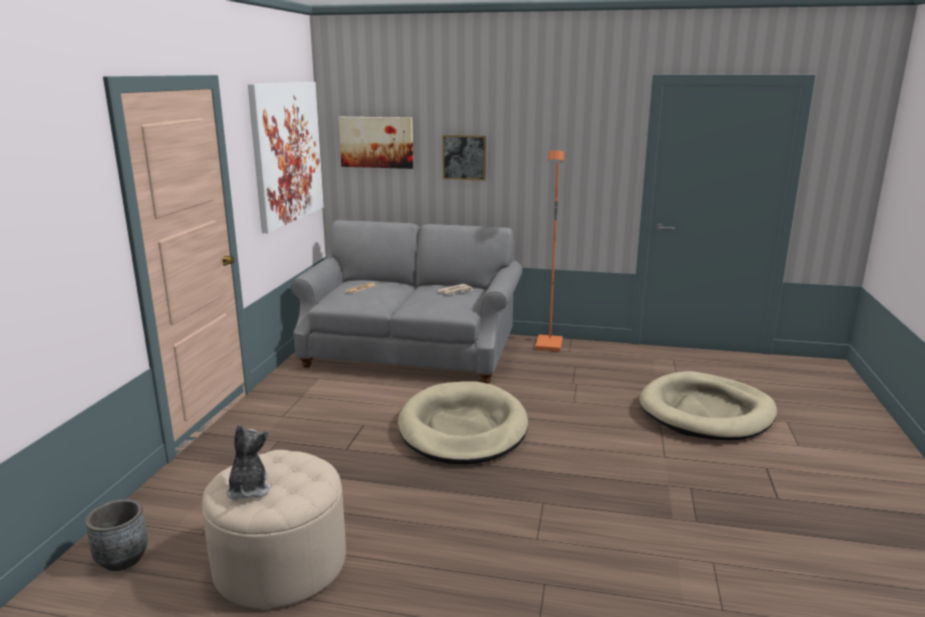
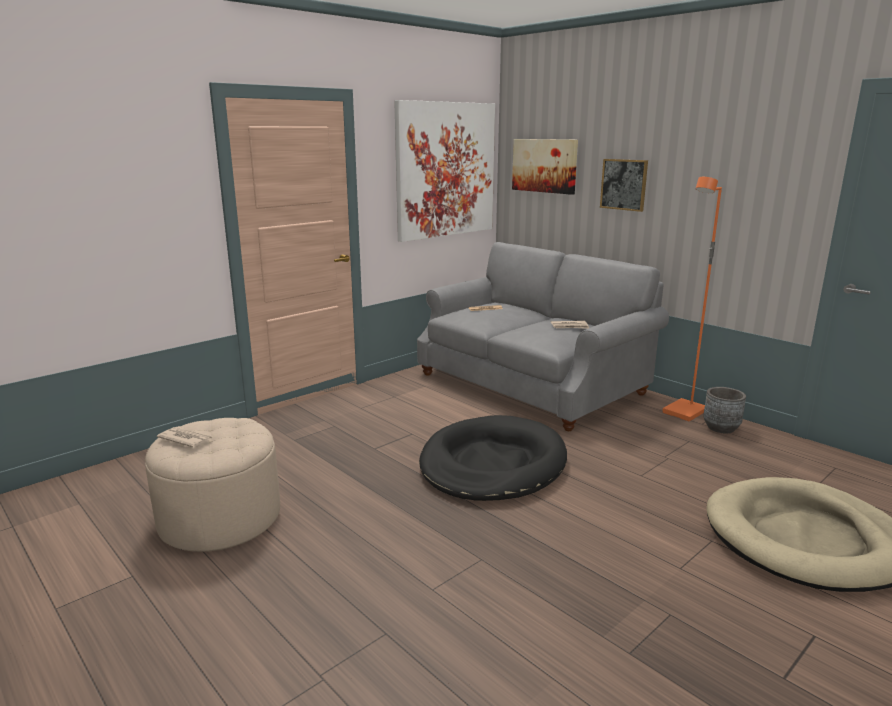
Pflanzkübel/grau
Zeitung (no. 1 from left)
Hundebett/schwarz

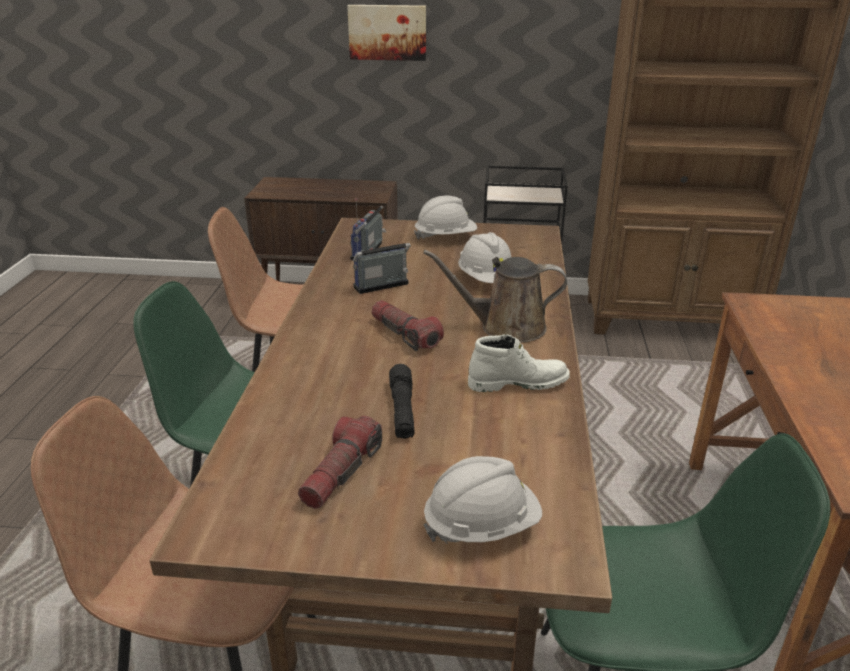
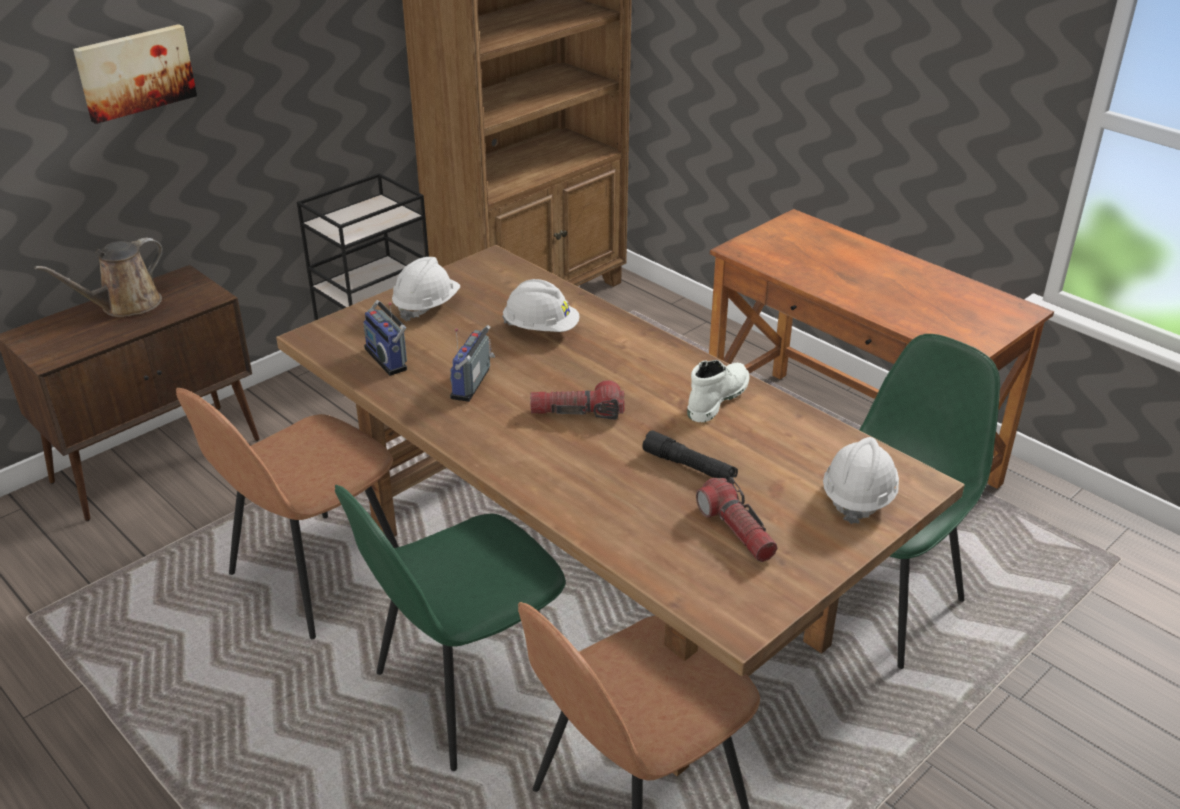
Gießkanne/braun

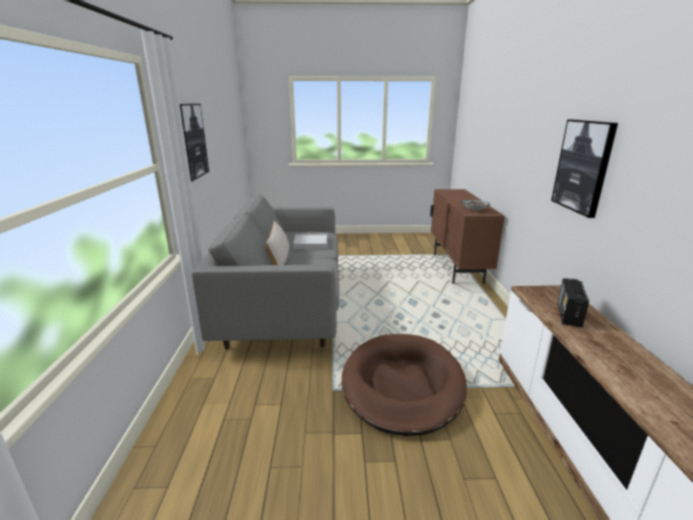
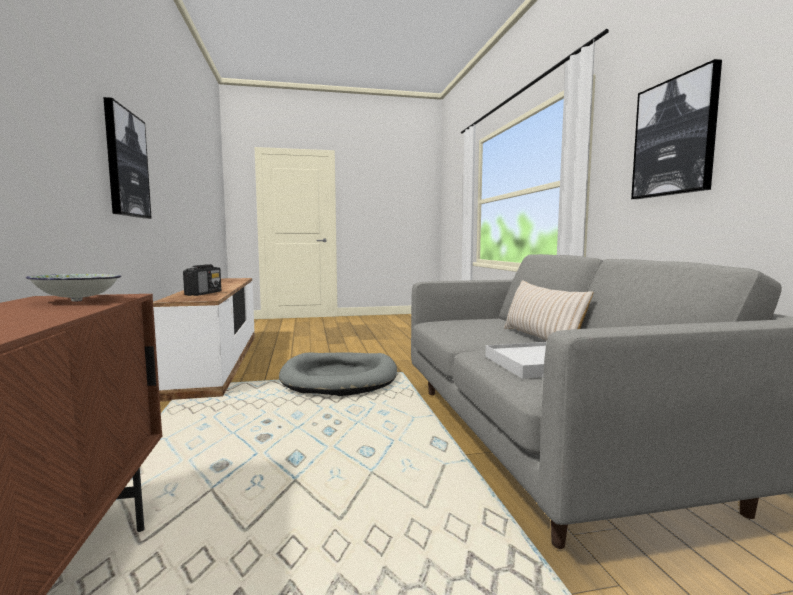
Hundebett/grau

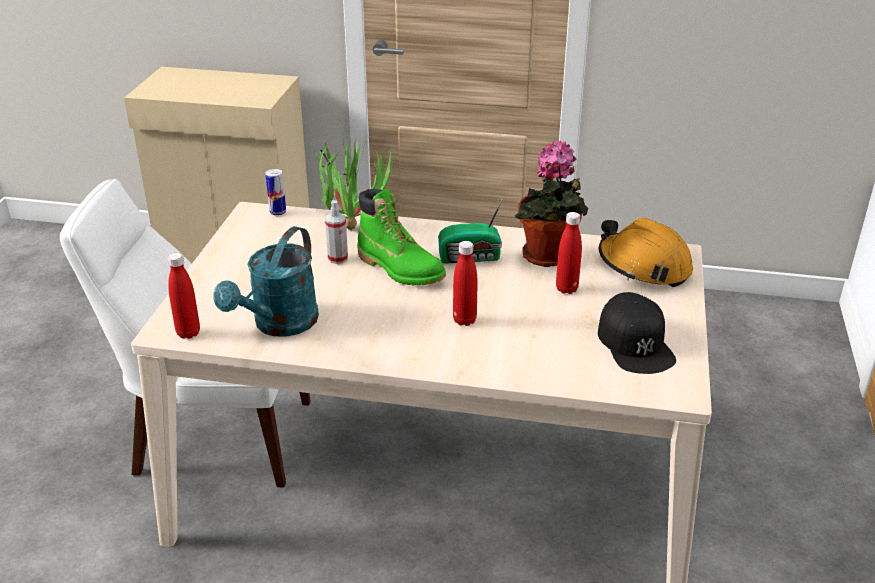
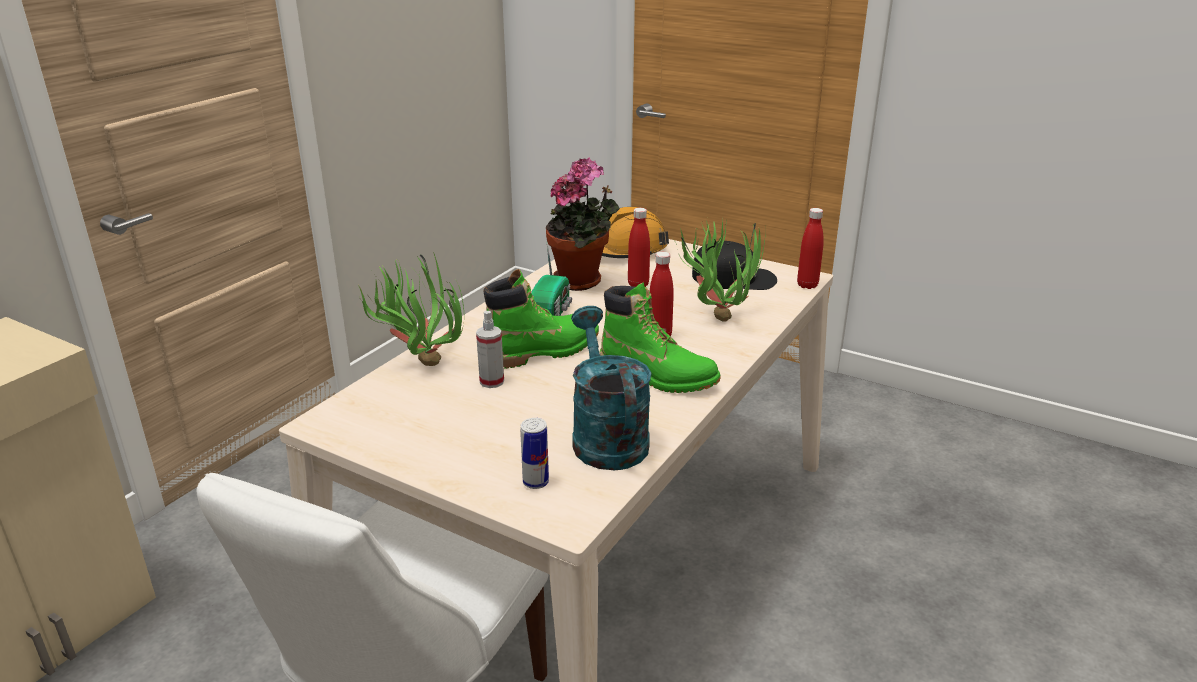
Flasche/rot (no. 3 from left)
Gießkanne/türkis
Dose
Stiefel/grün (no. 2 from left)
Topfpflanze (no. 3 from left)

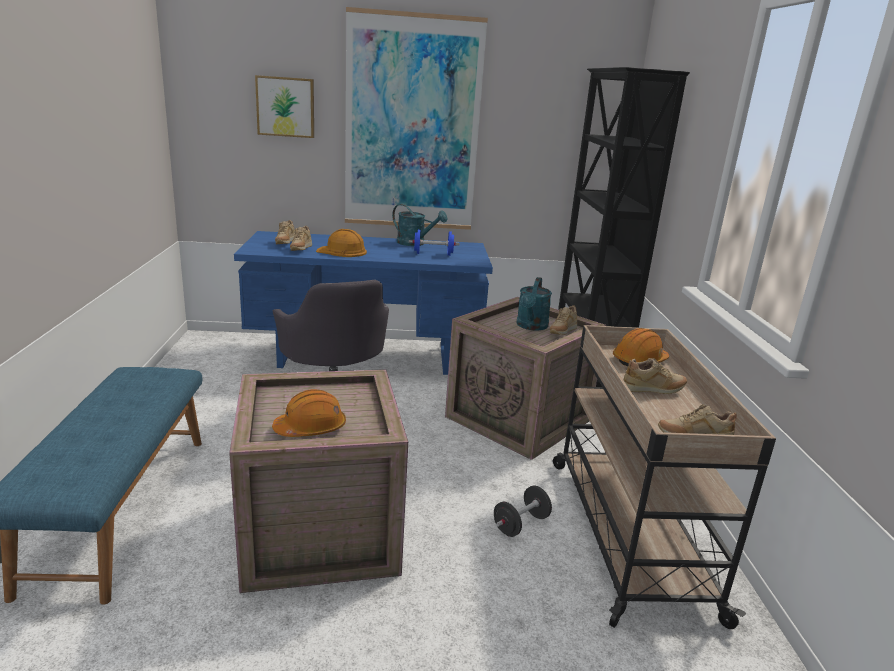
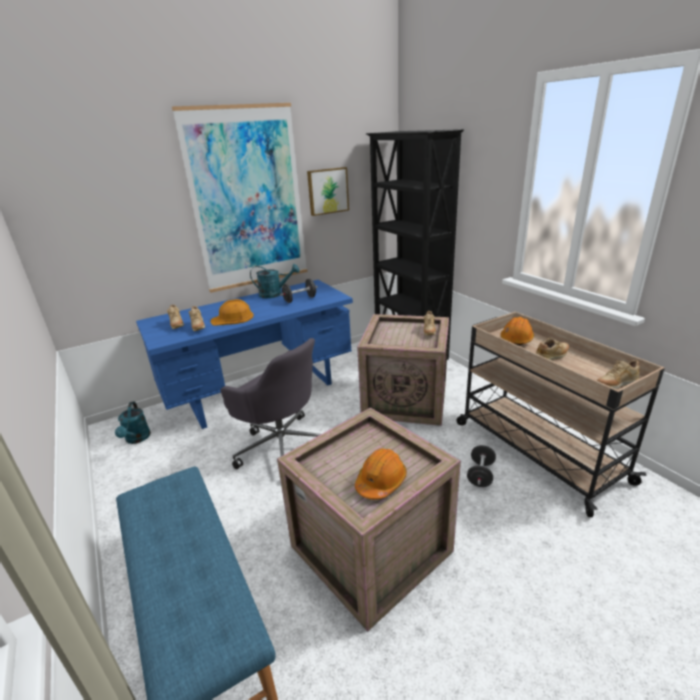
Bild (no. 2 from left)
Hantel/schwarz (no. 1 from left)
Gießkanne/türkis (no. 1 from left)

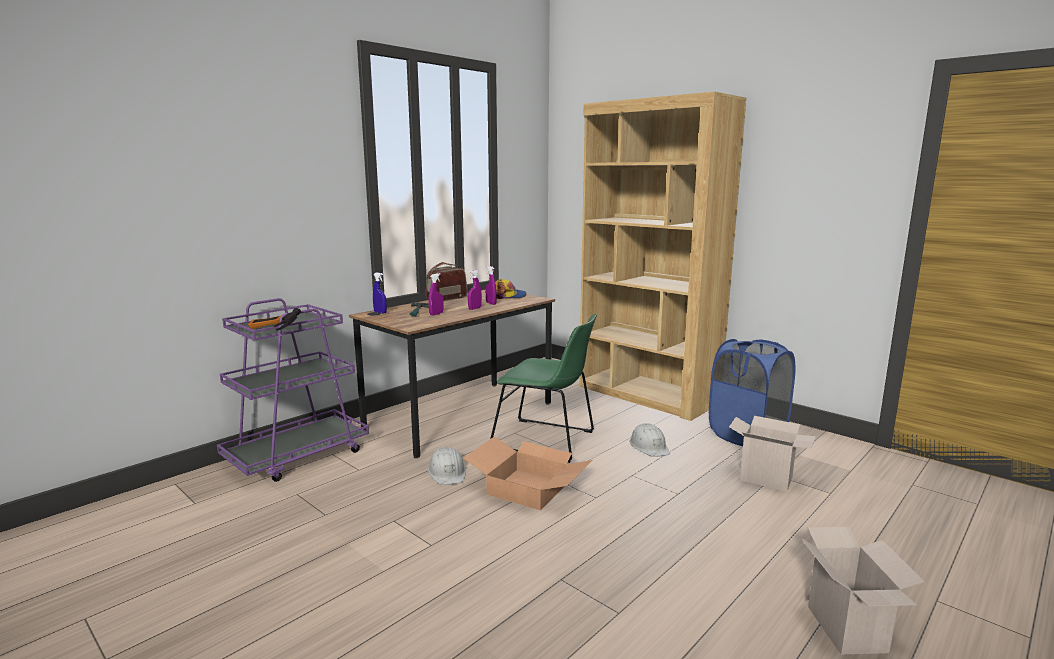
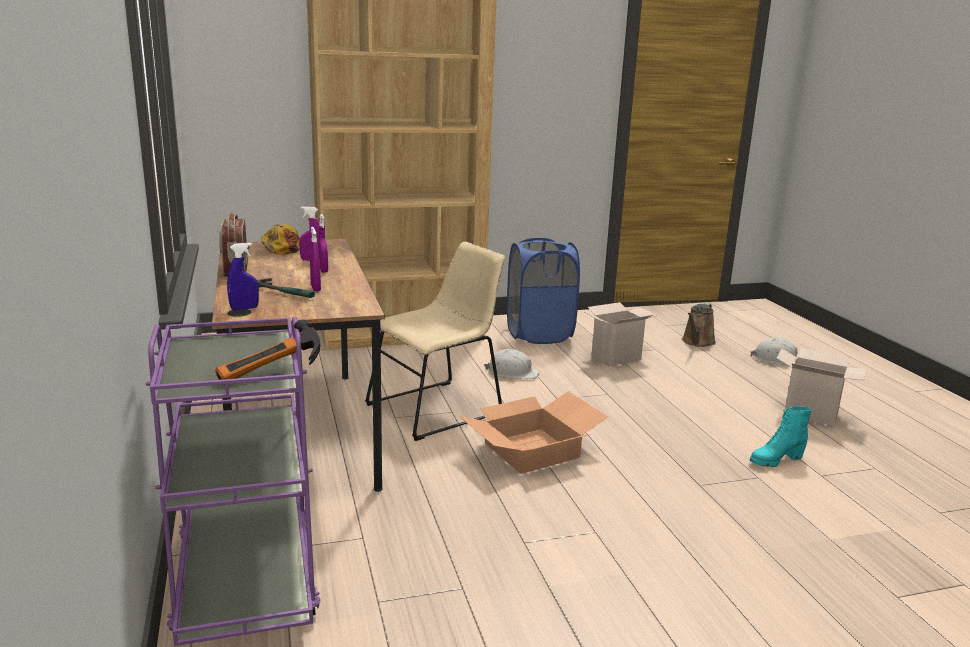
Schutzhelm/weiß (no. 2 from left)
Stuhl/beige
Gießkanne/braun
Stiefel/türkis

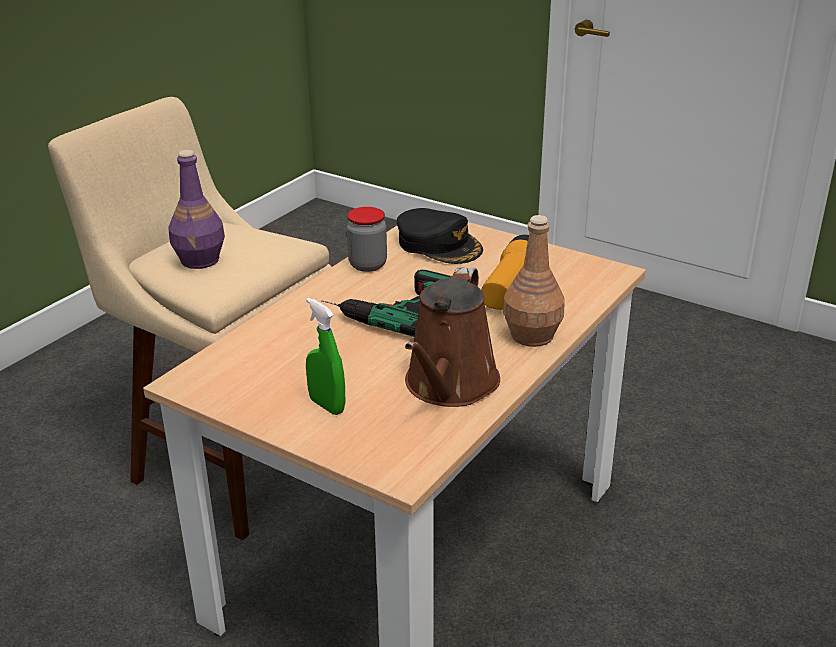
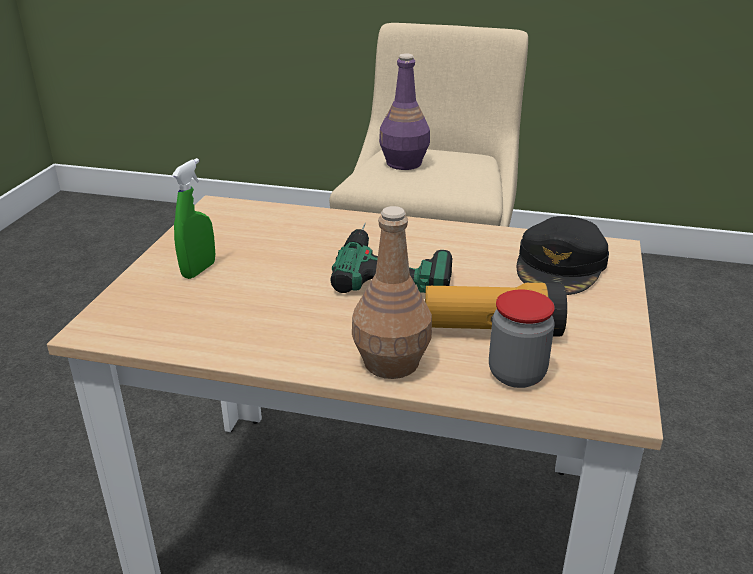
Vorratsglas
Gießkanne/braun

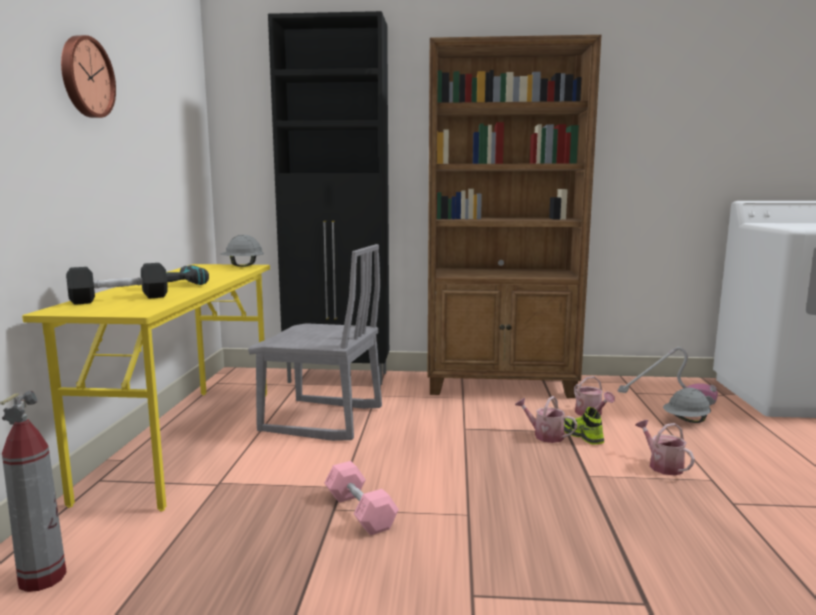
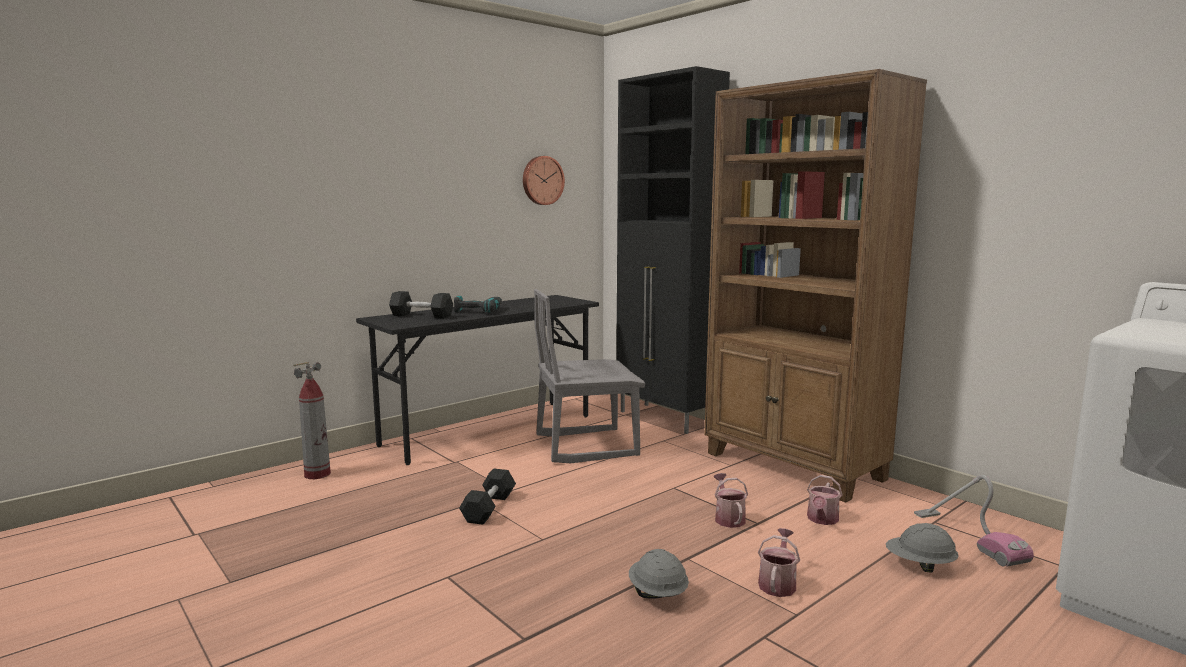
Schreibtisch/schwarz
Wanduhr
Schutzhelm/grau (no. 1 from left)
Stuhl/grau
Hantel/schwarz (no. 2 from left)
Schuh

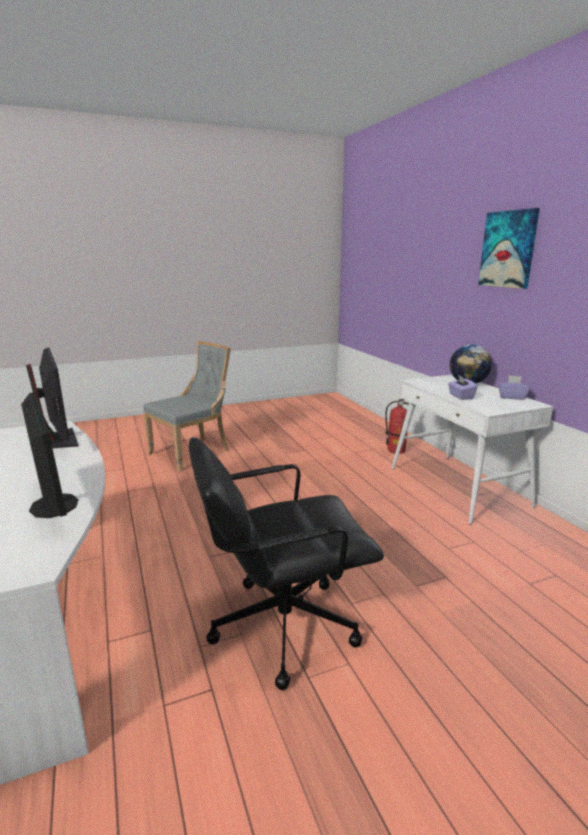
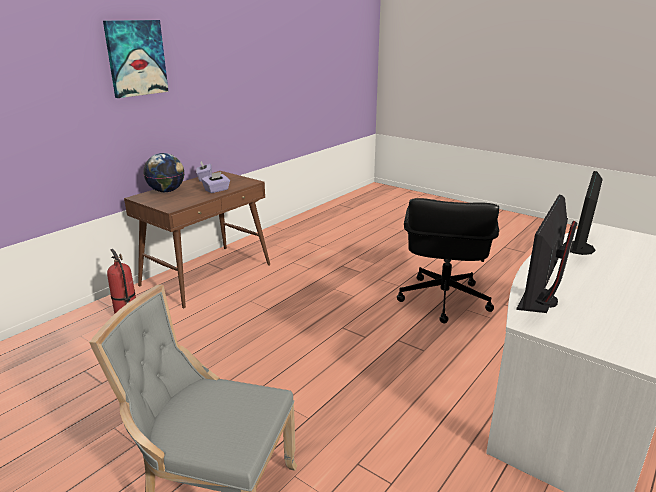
Bürostuhl/schwarz
Schreibtisch/braun

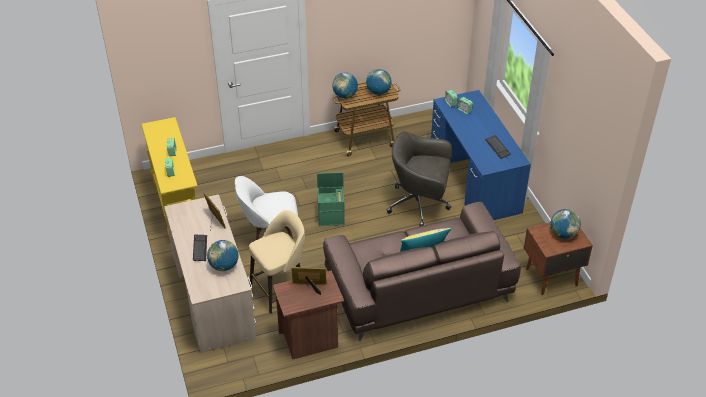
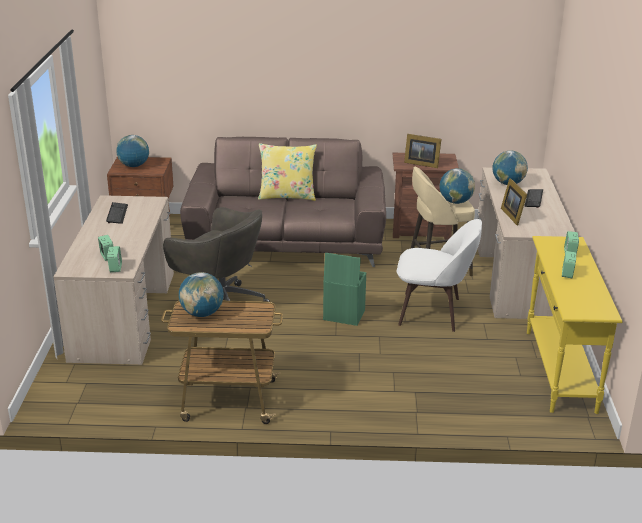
Globus (no. 3 from left)
Schreibtisch/beige (no. 1 from left)

